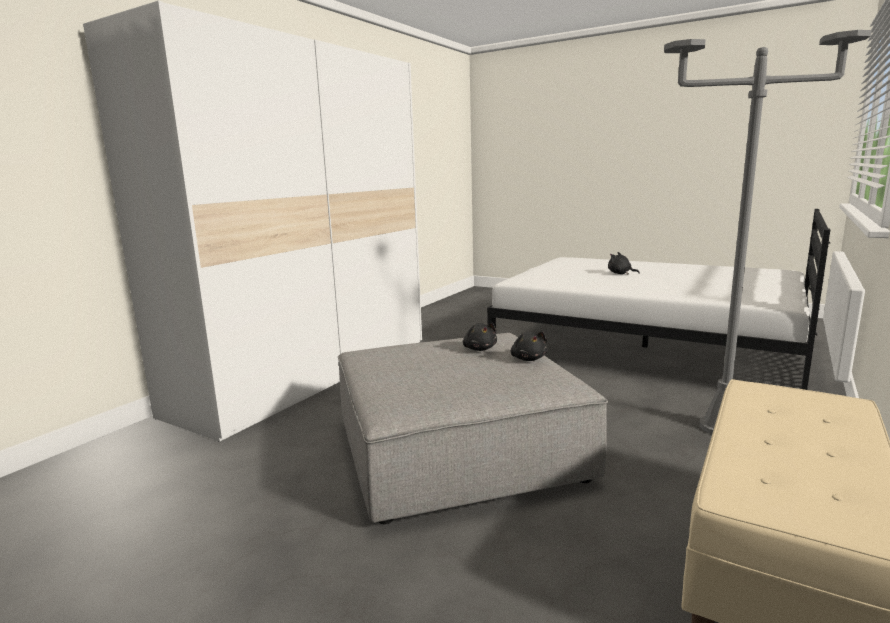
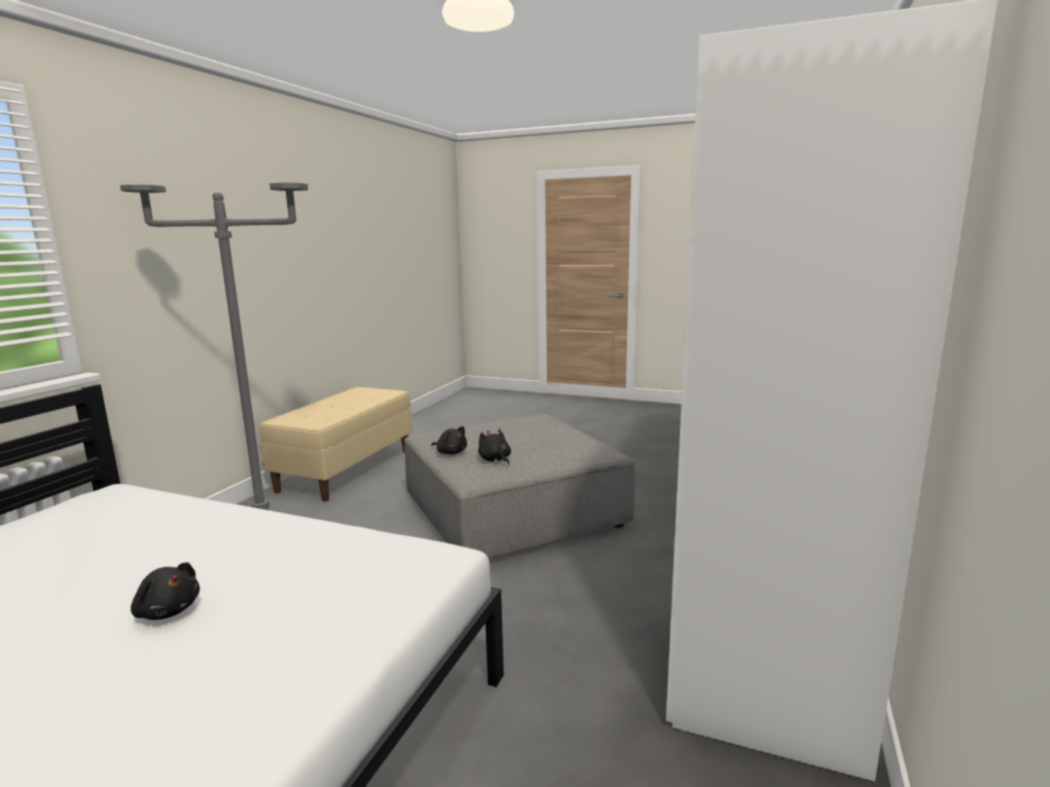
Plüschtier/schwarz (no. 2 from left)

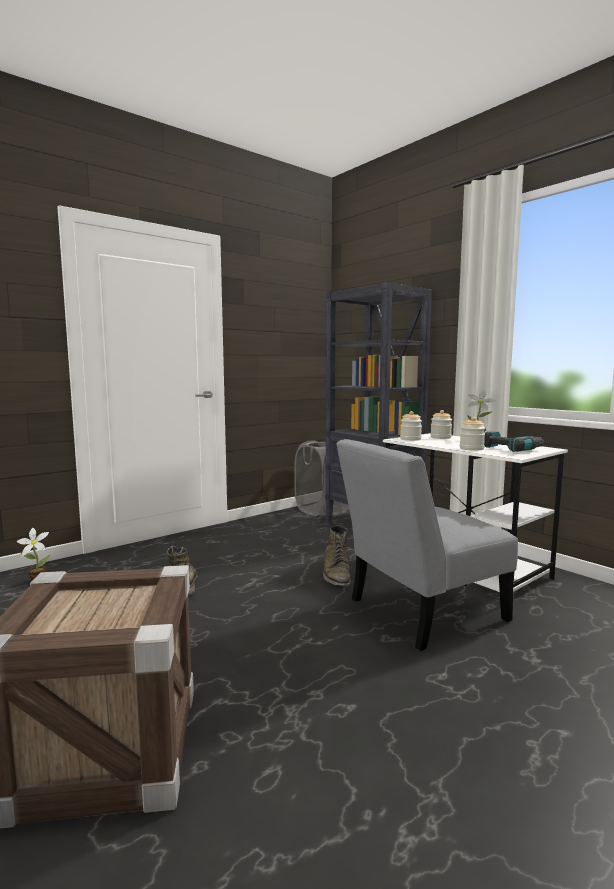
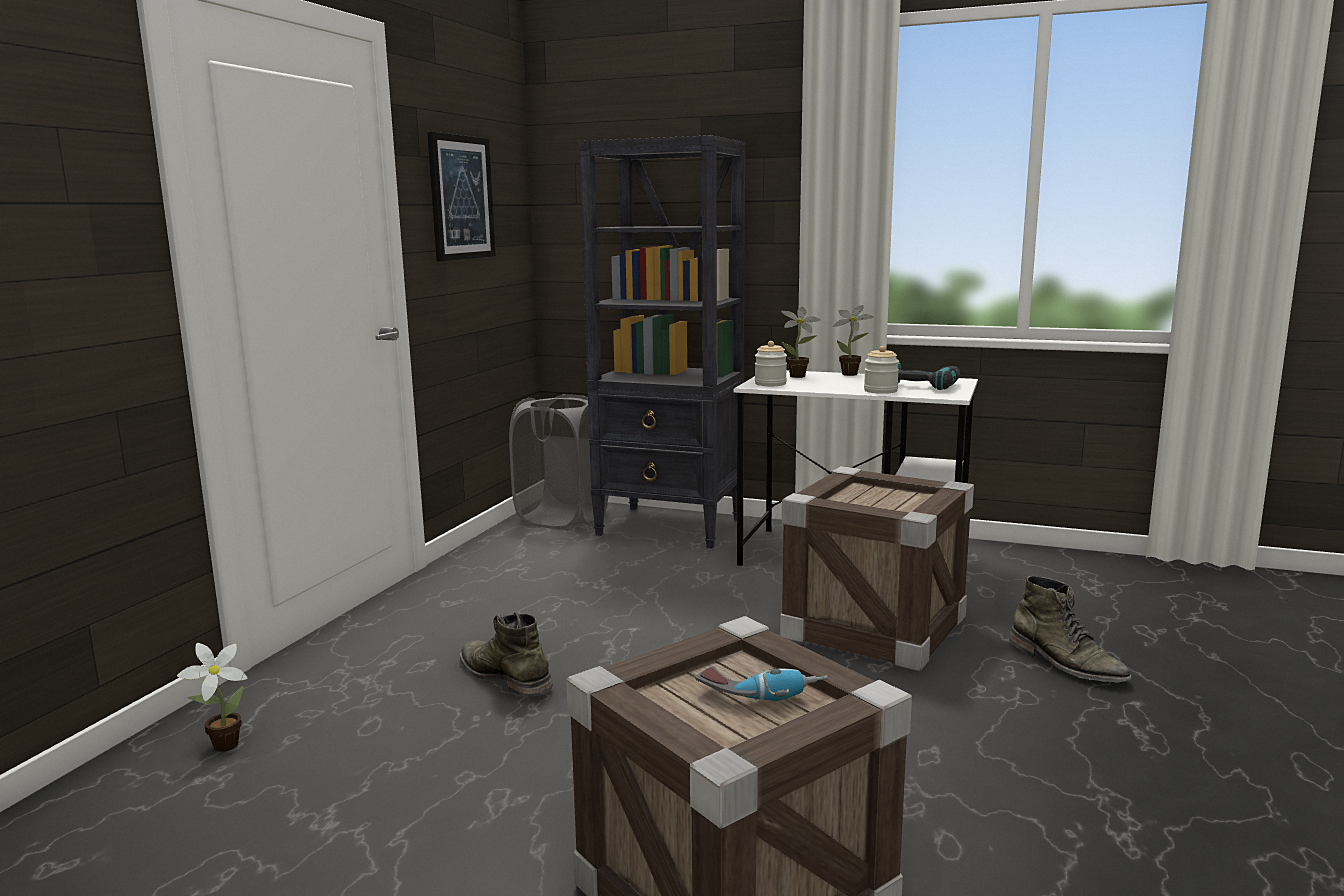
Stiefel/grün (no. 2 from left)
Kiste (no. 2 from left)
Topfpflanze (no. 2 from left)
Bild
Bohrmaschine (no. 1 from left)

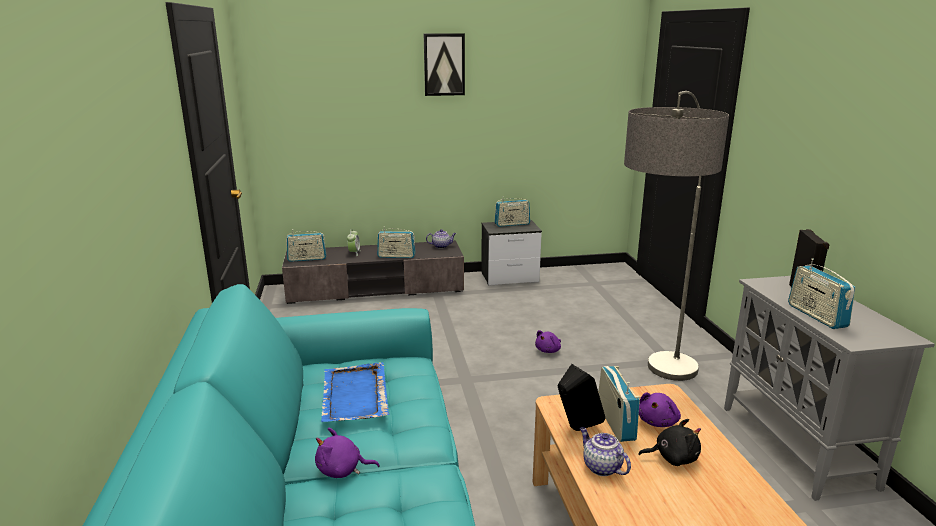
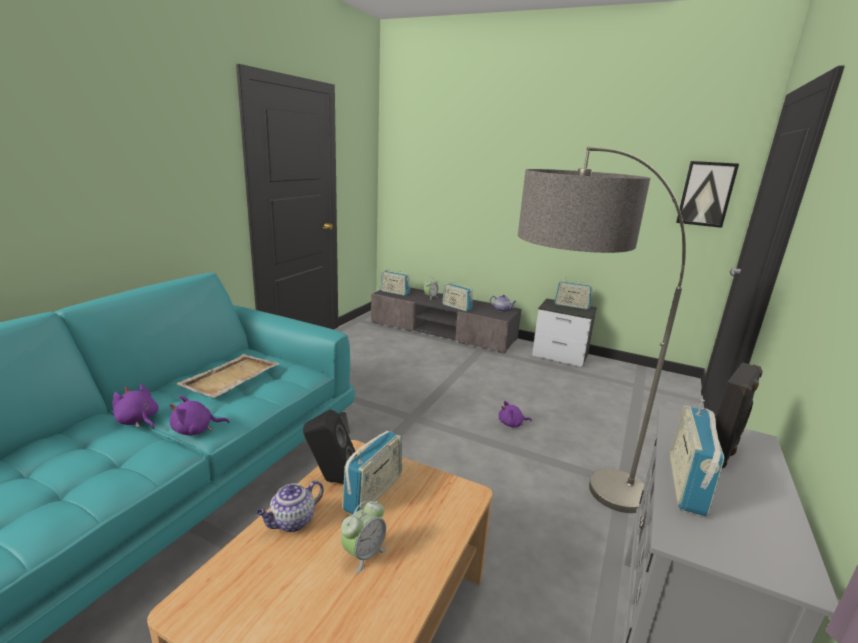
Tablett/beige
Bild
Teekanne (no. 1 from left)
Wecker (no. 1 from left)
Plüschtier/lila (no. 2 from left)

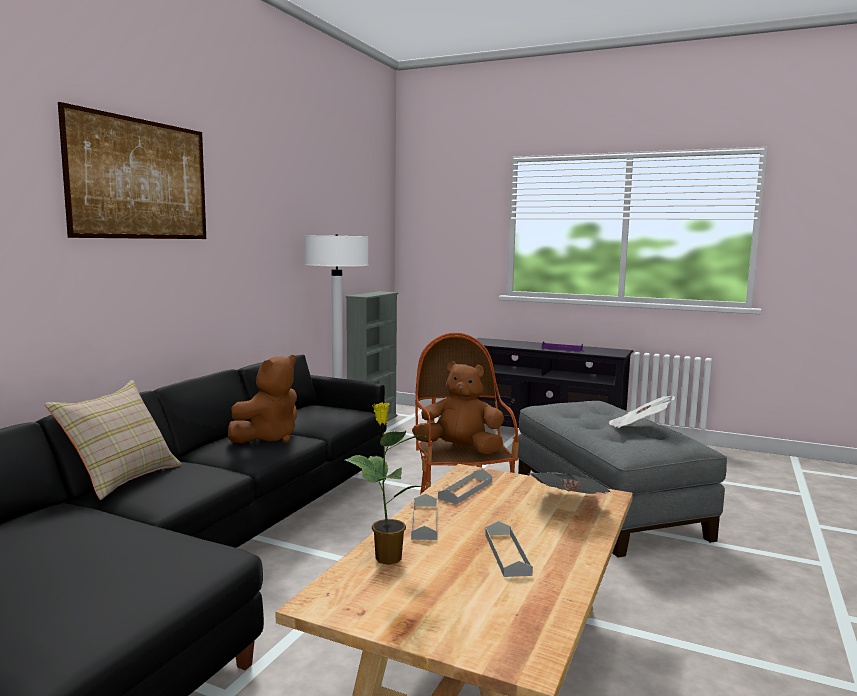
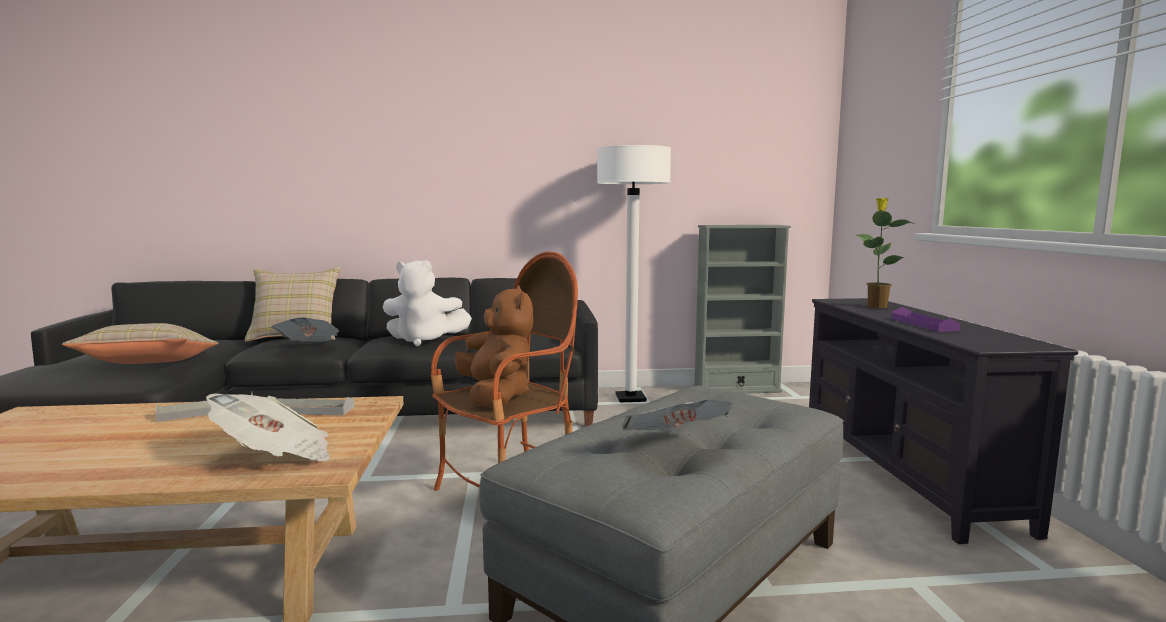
Bild
Plüschtier/weiß
Topfpflanze
Tablett/grau (no. 3 from left in the first image)
Kissen/beige (no. 1 from left)
Zeitung (no. 2 from left)

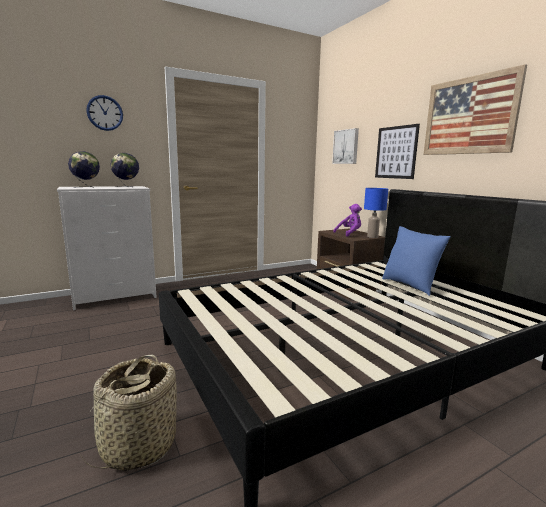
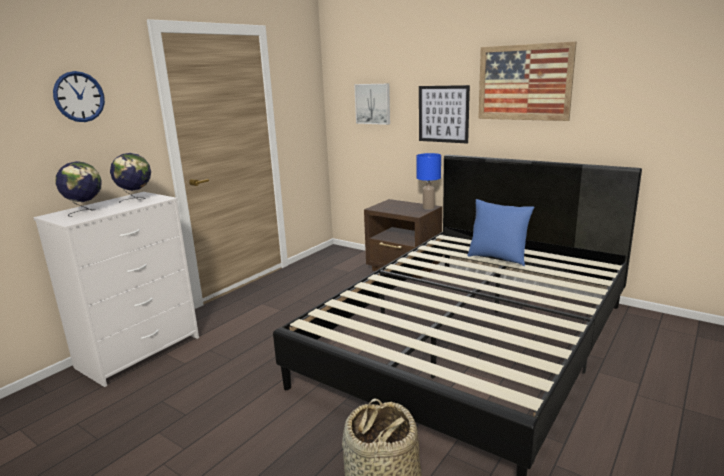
Plüschtier/lila

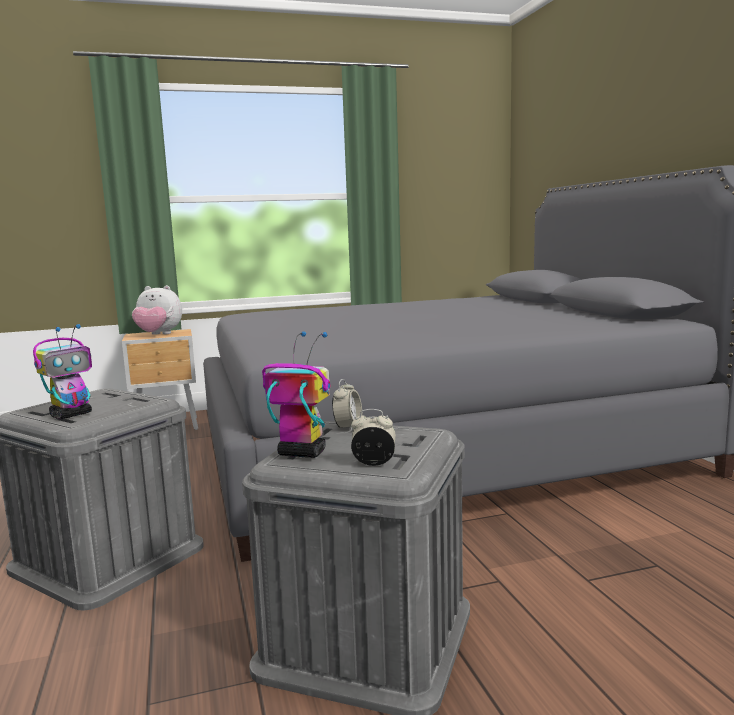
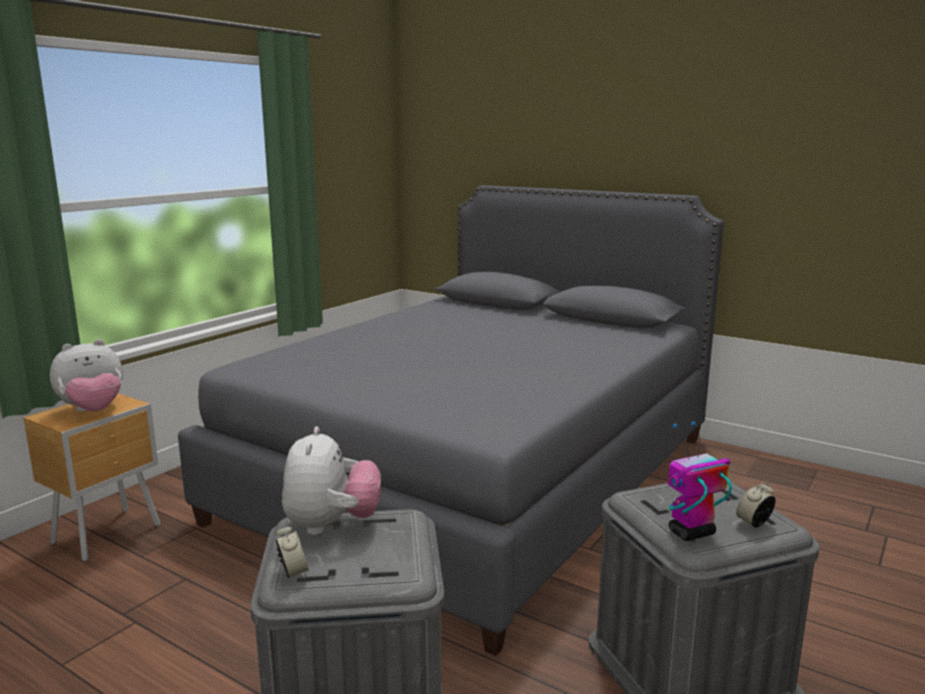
Spielzeugroboter (no. 1 from left in the first image)
Wecker (no. 1 from left)
Plüschtier (no. 2 from left)

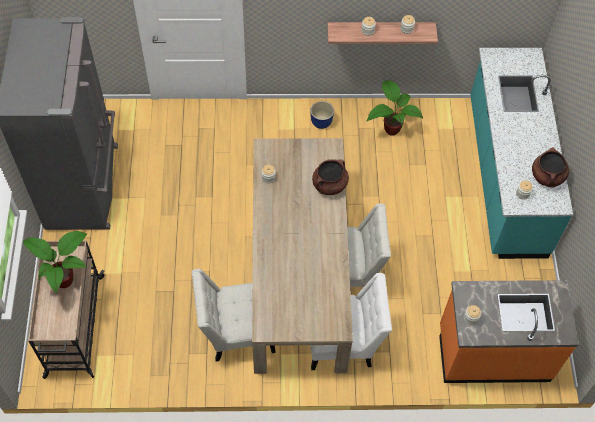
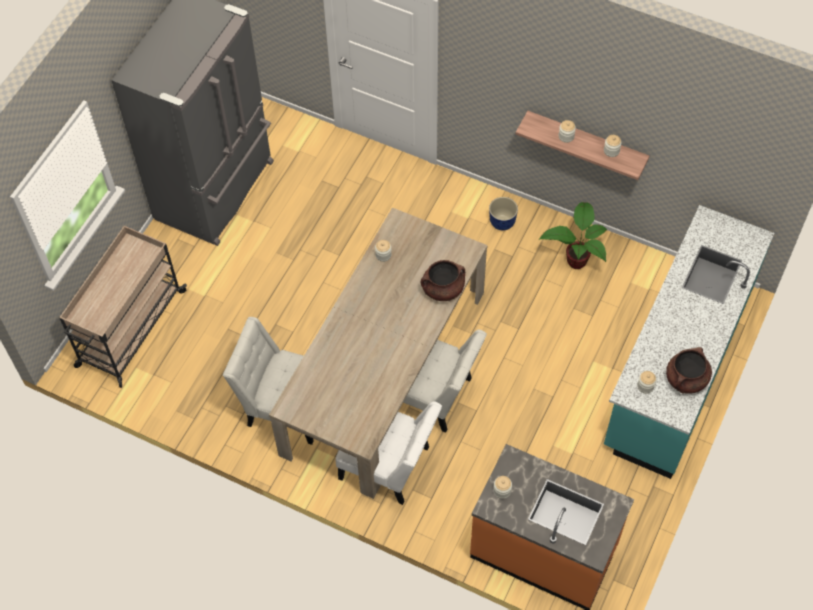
Topfpflanze (no. 1 from left in the first image)

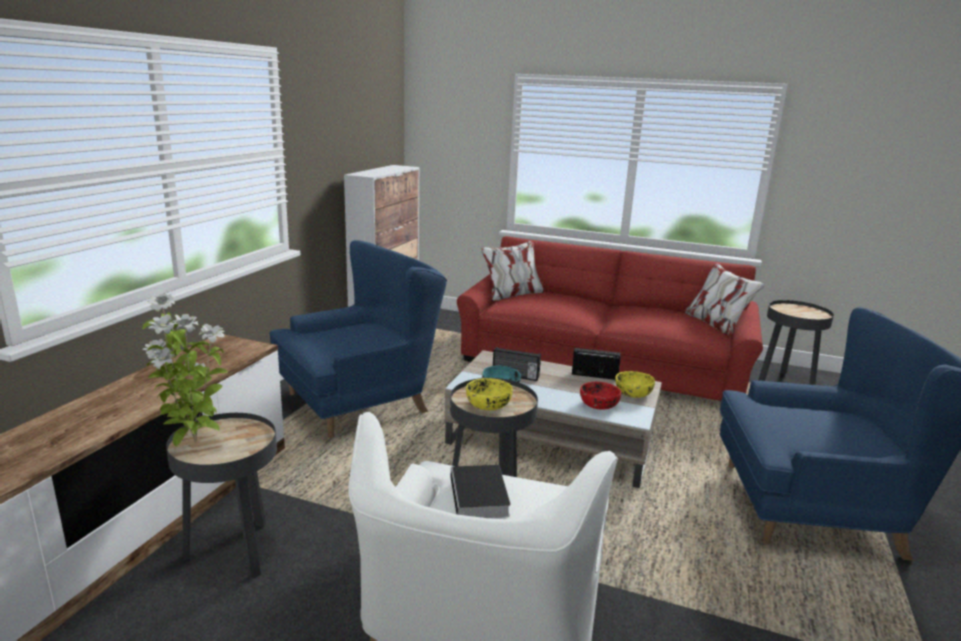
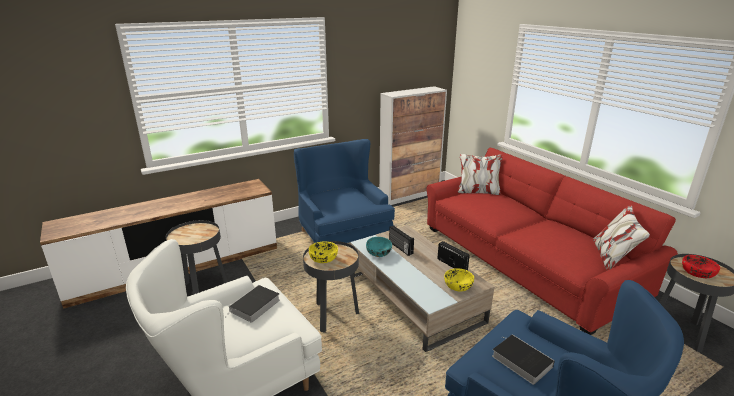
Topfpflanze
Sessel/blau (no. 1 from left)
Schüssel/rot
Buch (no. 2 from left)

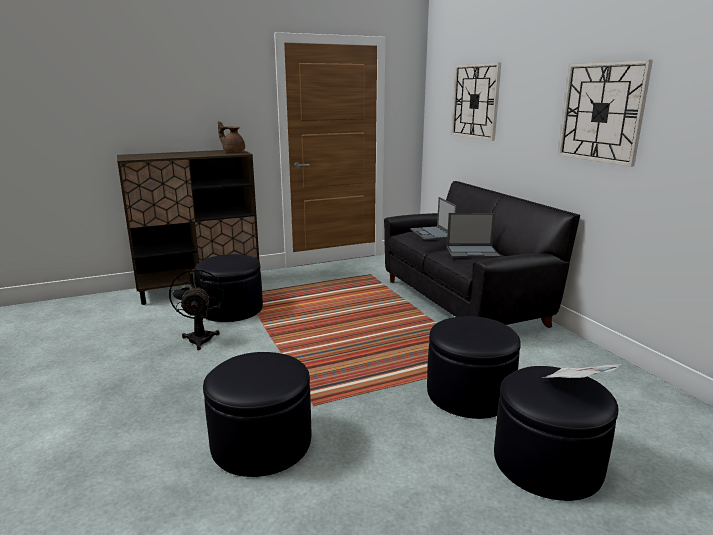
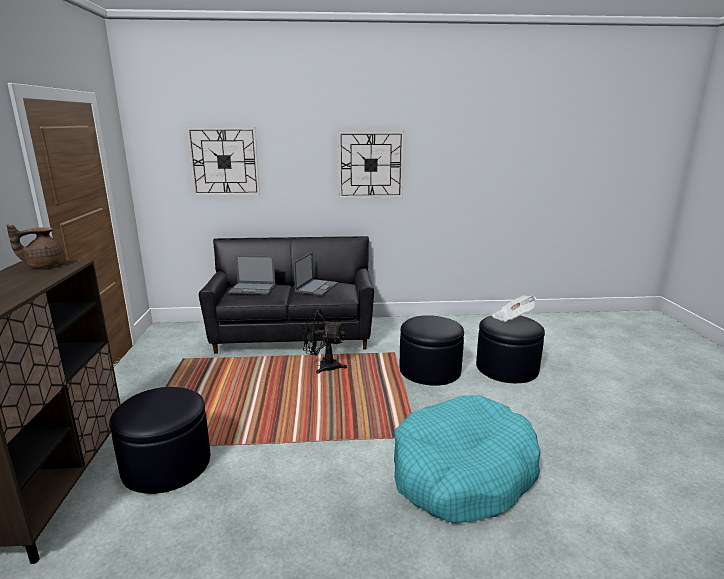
Ventilator/schwarz
Hundebett/türkis

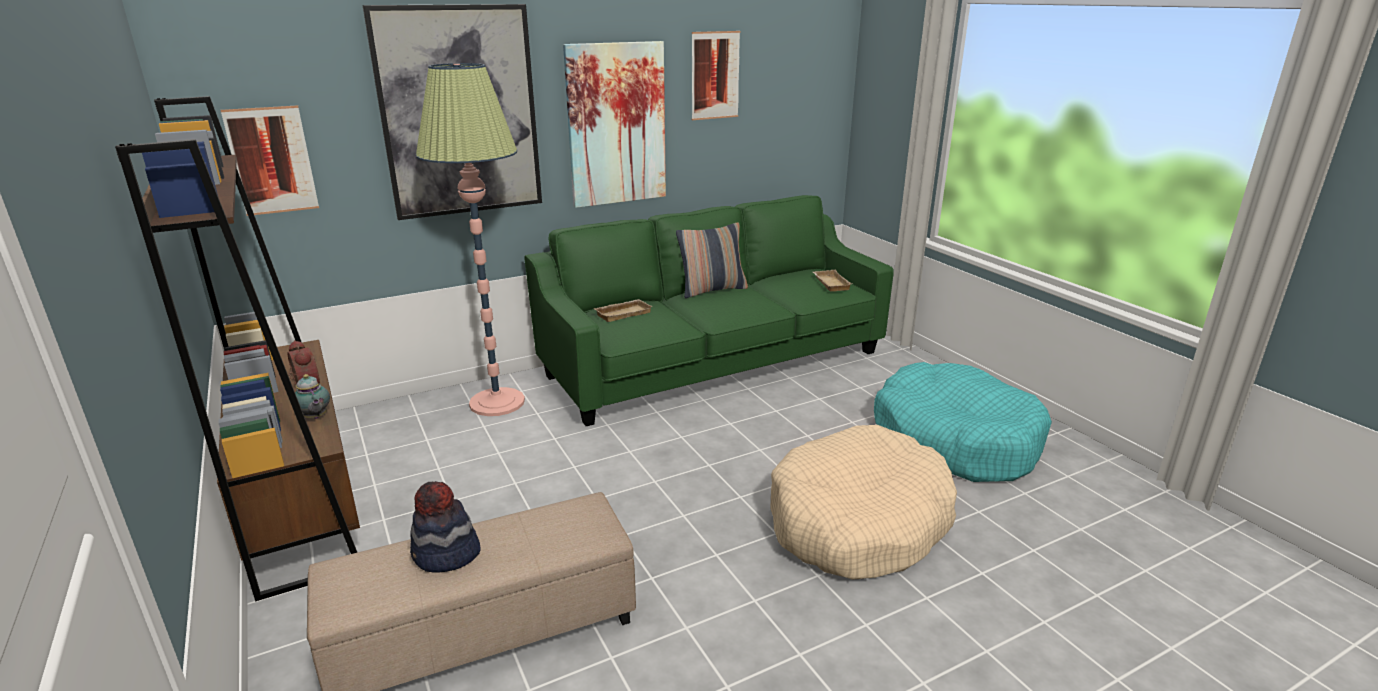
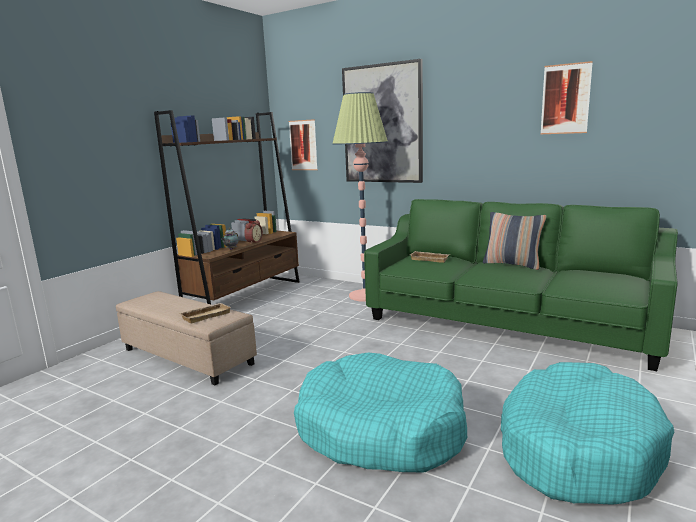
Hut
Bild (no. 3 from left in the first image)
Hundebett/türkis (no. 1 from left)
Tablett/beige (no. 1 from left)

